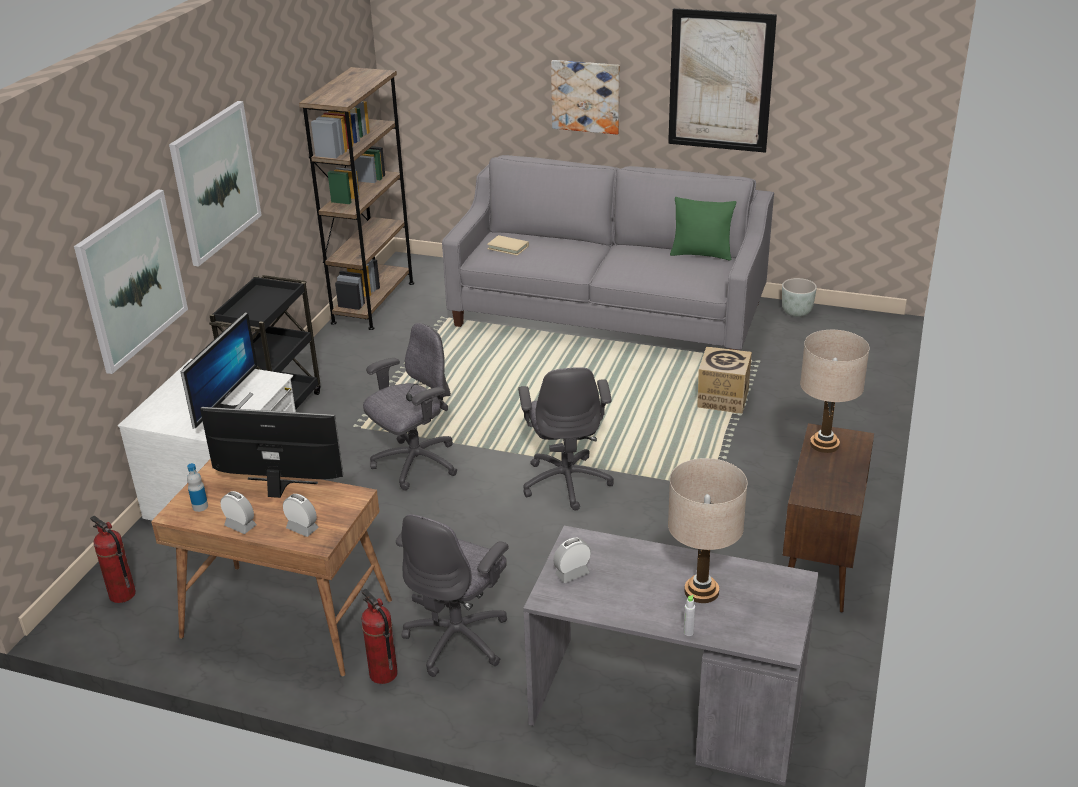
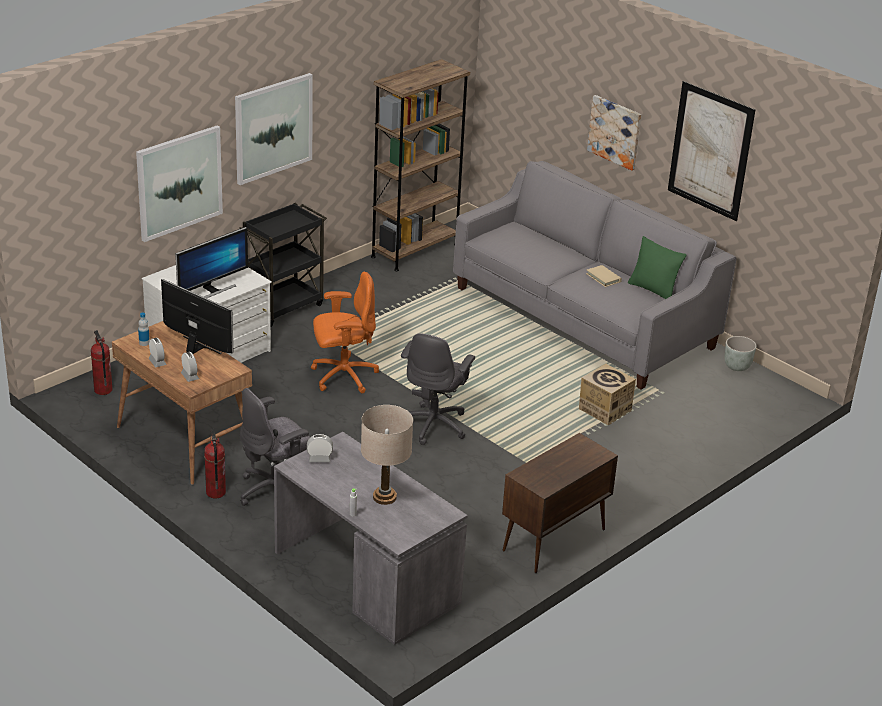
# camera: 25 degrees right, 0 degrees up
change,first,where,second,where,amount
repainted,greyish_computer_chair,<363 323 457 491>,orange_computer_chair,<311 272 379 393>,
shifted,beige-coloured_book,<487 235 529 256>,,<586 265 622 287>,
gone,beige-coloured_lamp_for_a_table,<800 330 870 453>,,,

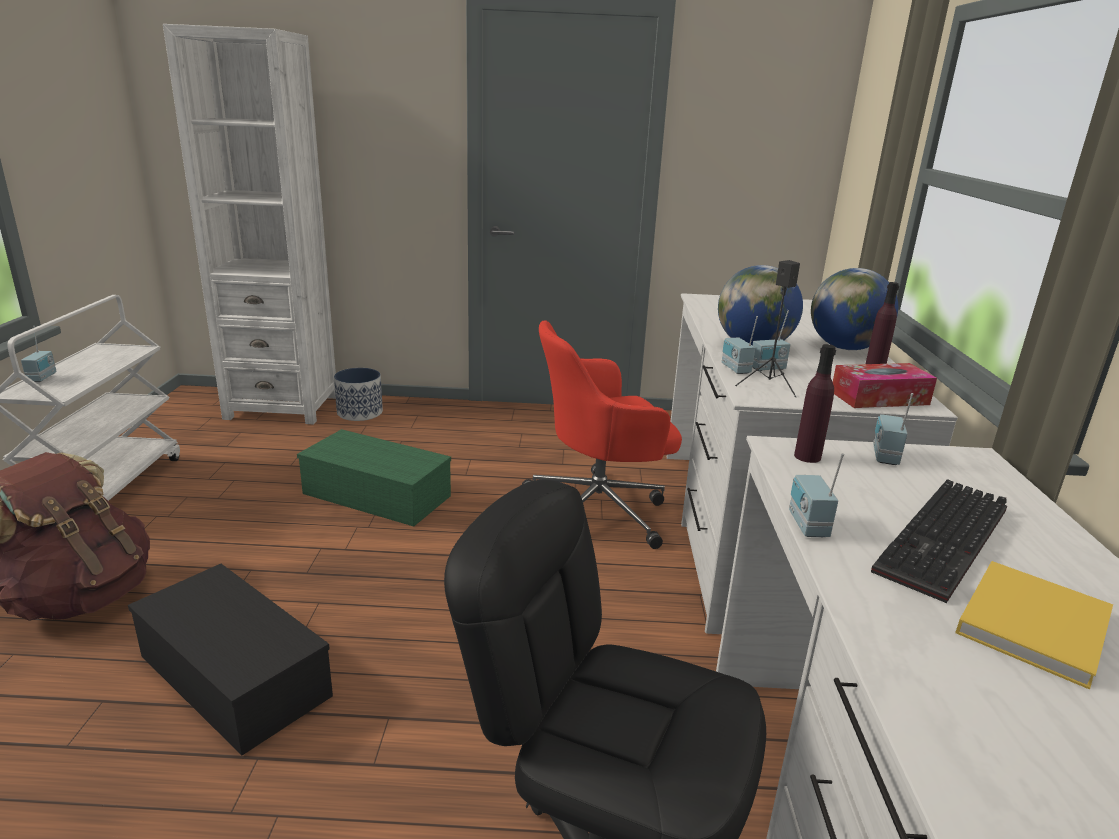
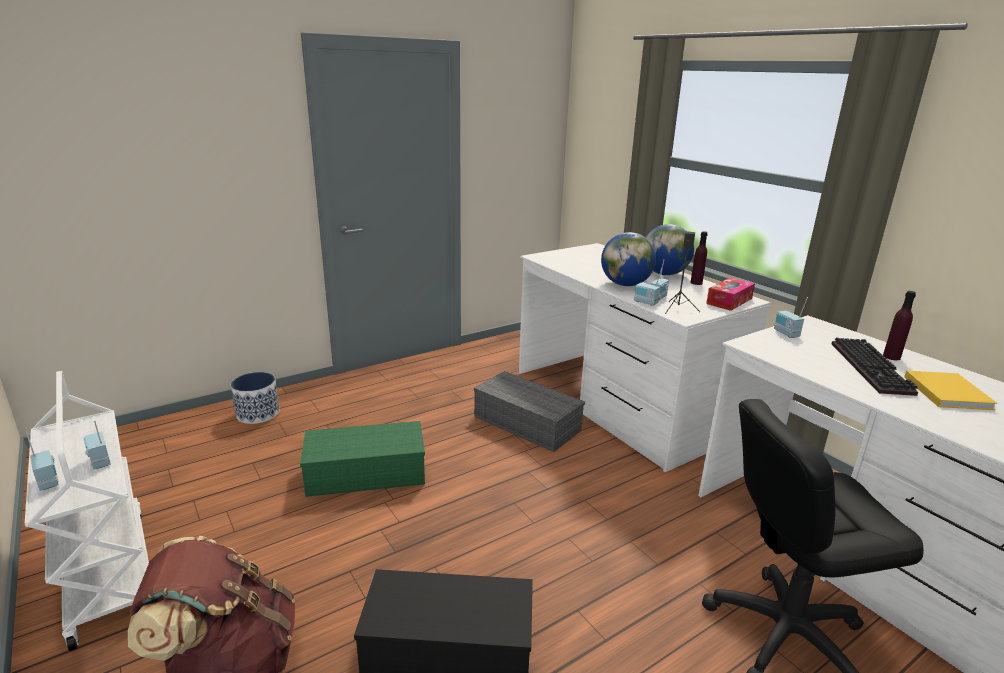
# camera: 35 degrees left, 0 degrees up
change,first,where,second,where,amount
shifted,radio,<789 453 844 537>,,<84 420 110 469>,
swapped,red_computer_chair,<522 320 682 549>,greyish_storage_box,<474 371 585 452>,
shifted,purple-coloured_drink_bottle,<794 344 836 463>,,<883 291 916 360>,
gone,white-coloured_bookshelf,<163 24 336 424>,,,

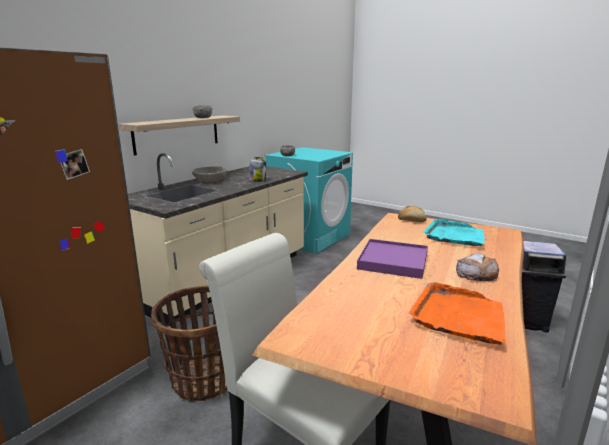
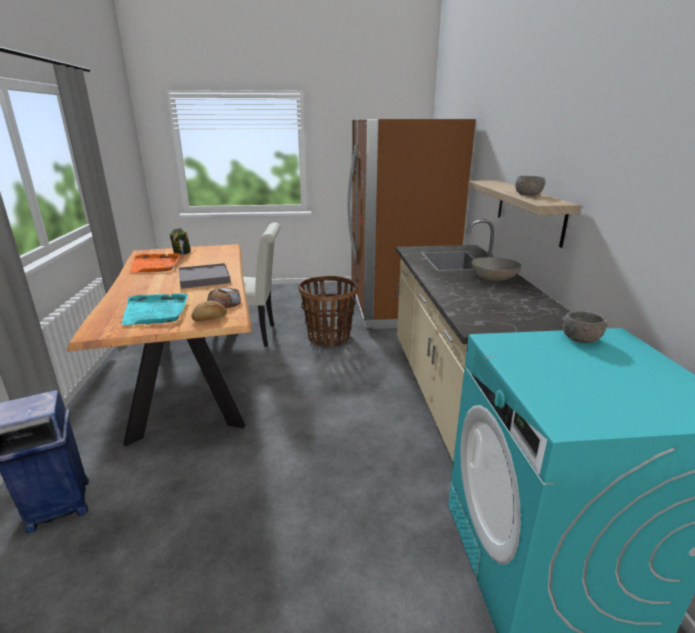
# camera: 140 degrees right, 5 degrees up
change,first,where,second,where,amount
shifted,storage_jar,<249 157 266 182>,,<170 228 191 255>,
repainted,purple-coloured_tray,<357 239 428 279>,greyish_tray,<179 263 231 289>,
shifted,bread,<456 253 499 281>,,<207 288 241 308>,

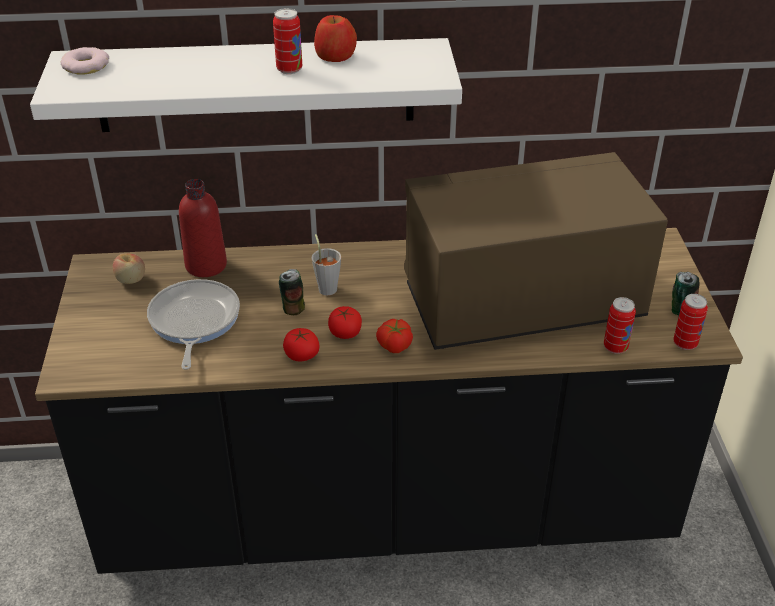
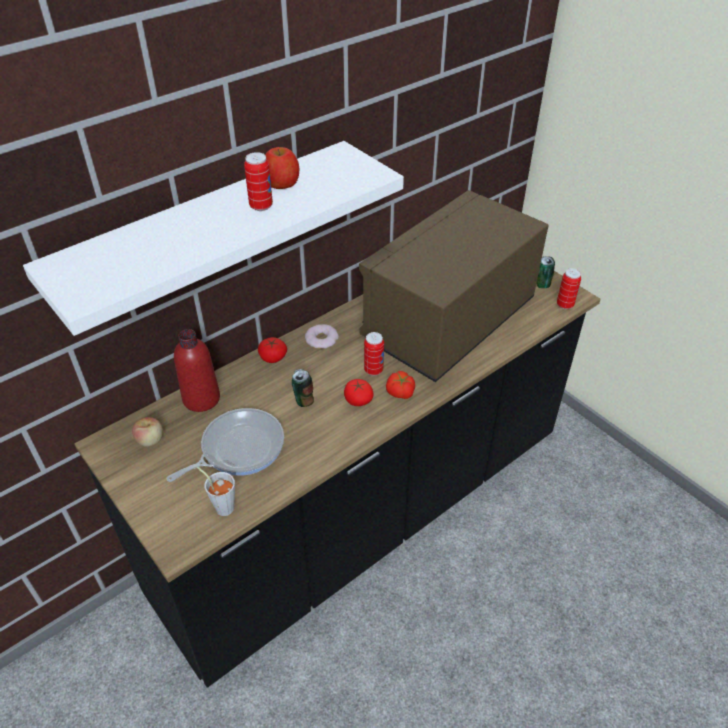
# camera: 35 degrees left, 5 degrees up
change,first,where,second,where,amount
rotated,frying_pan,<147 279 240 370>,,<166 408 284 482>,90 degrees clockwise
shifted,greyish_drinking_cup,<312 234 341 296>,,<197 467 235 516>,
shifted,whole_tomato,<283 328 319 361>,,<258 337 287 363>,
shifted,ring_doughnut,<61 47 109 74>,,<305 324 339 349>,
shifted,metal_can,<604 297 636 354>,,<364 332 384 376>,

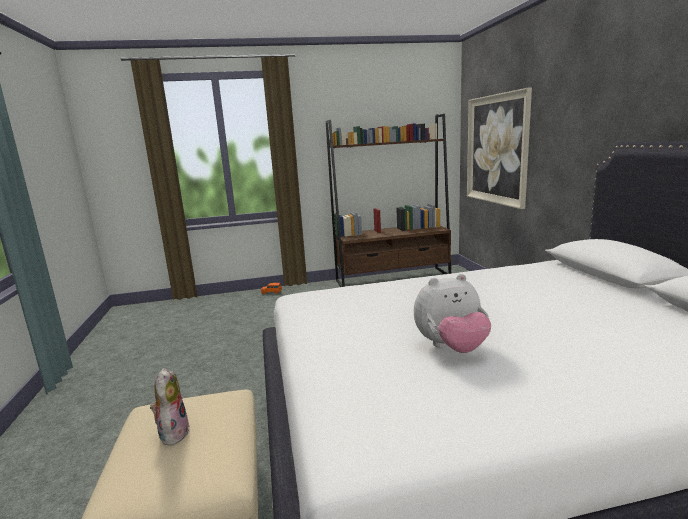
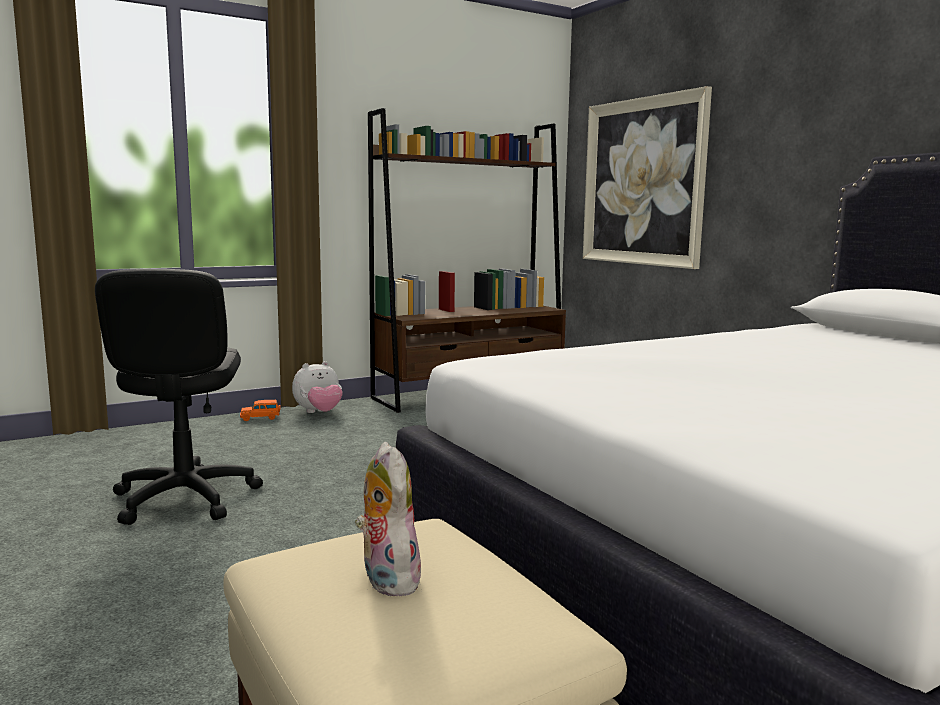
# camera: 20 degrees left, 5 degrees down
change,first,where,second,where,amount
new,,,black-coloured_computer_chair,<95 269 263 525>,
shifted,soft_toy,<414 274 491 353>,,<292 361 343 413>,

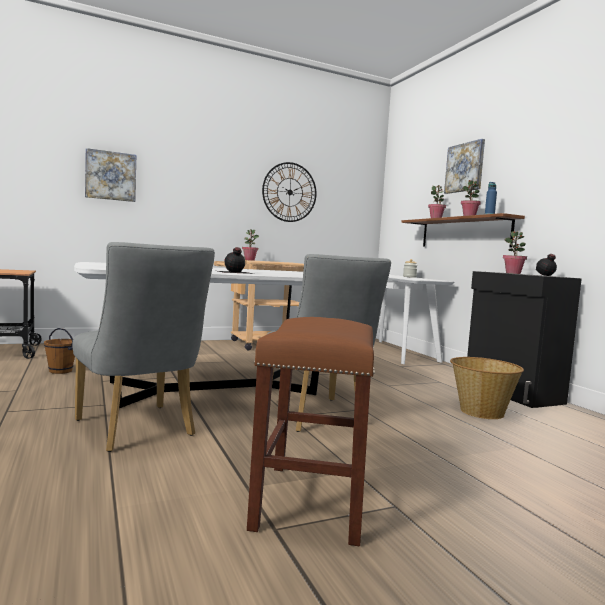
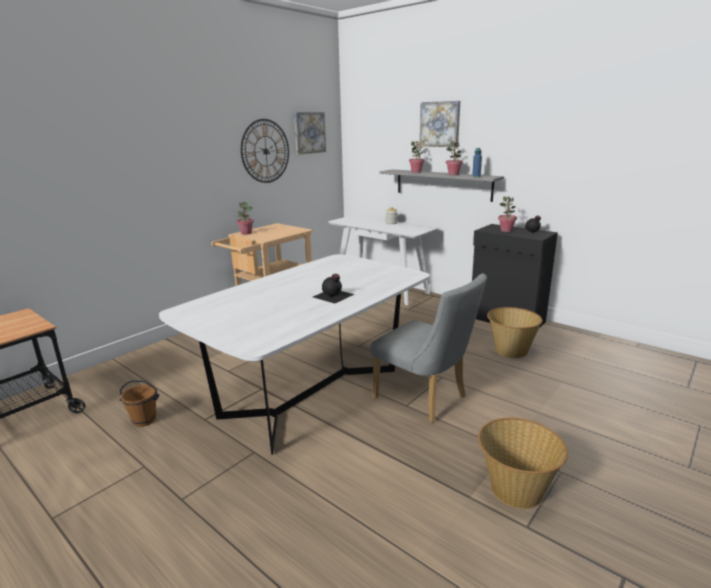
# camera: 25 degrees left, 15 degrees up
change,first,where,second,where,amount
shifted,wall_art,<85 148 136 202>,,<294 112 326 155>,
repainted,brownish_shelf,<401 213 525 248>,greyish_shelf,<380 169 504 202>,
swapped,brownish_stool_seat,<247 317 375 546>,household_basket,<478 418 568 509>,
gone,greyish_chair,<72 242 215 452>,,,

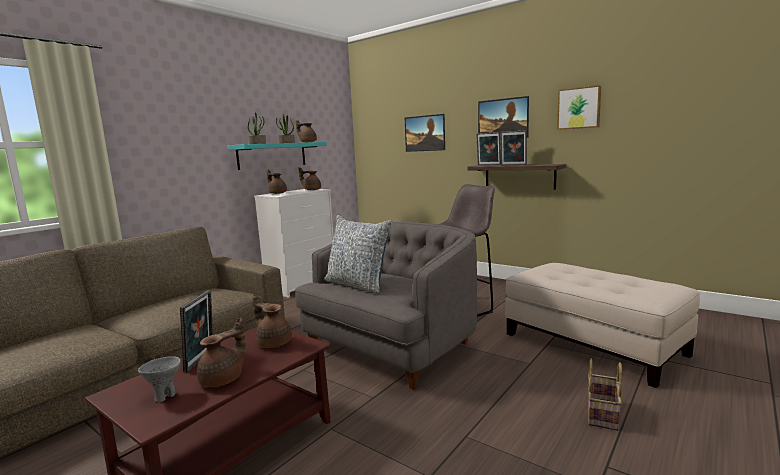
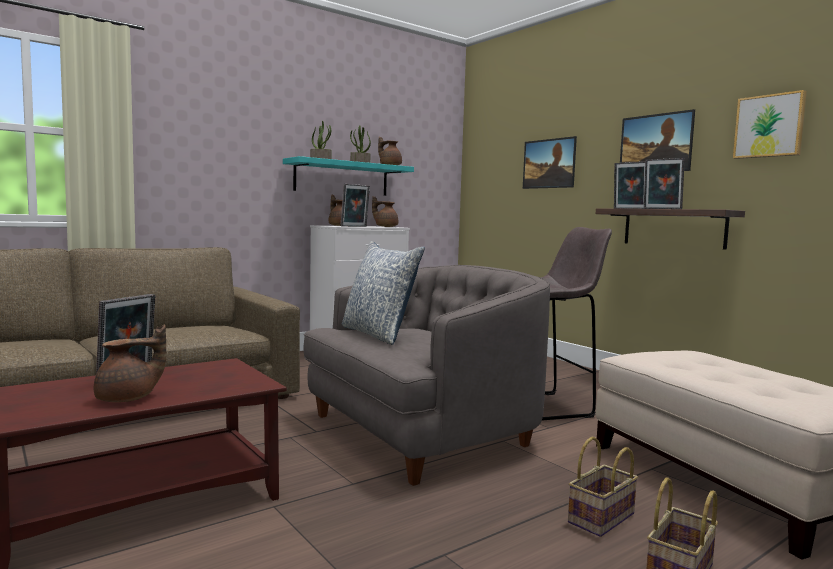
# camera: 15 degrees right, 5 degrees down
change,first,where,second,where,amount
new,,,picture_frame,<341 184 370 227>,
new,,,household_basket,<568 437 638 537>,
gone,greyish_bowl,<138 356 181 402>,,,
gone,brownish_teapot,<252 294 292 348>,,,

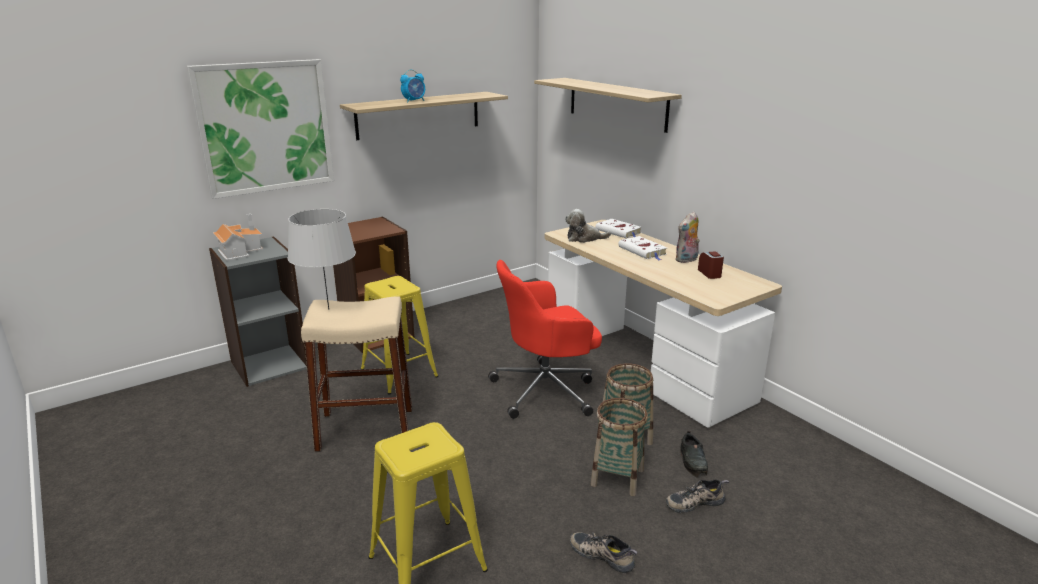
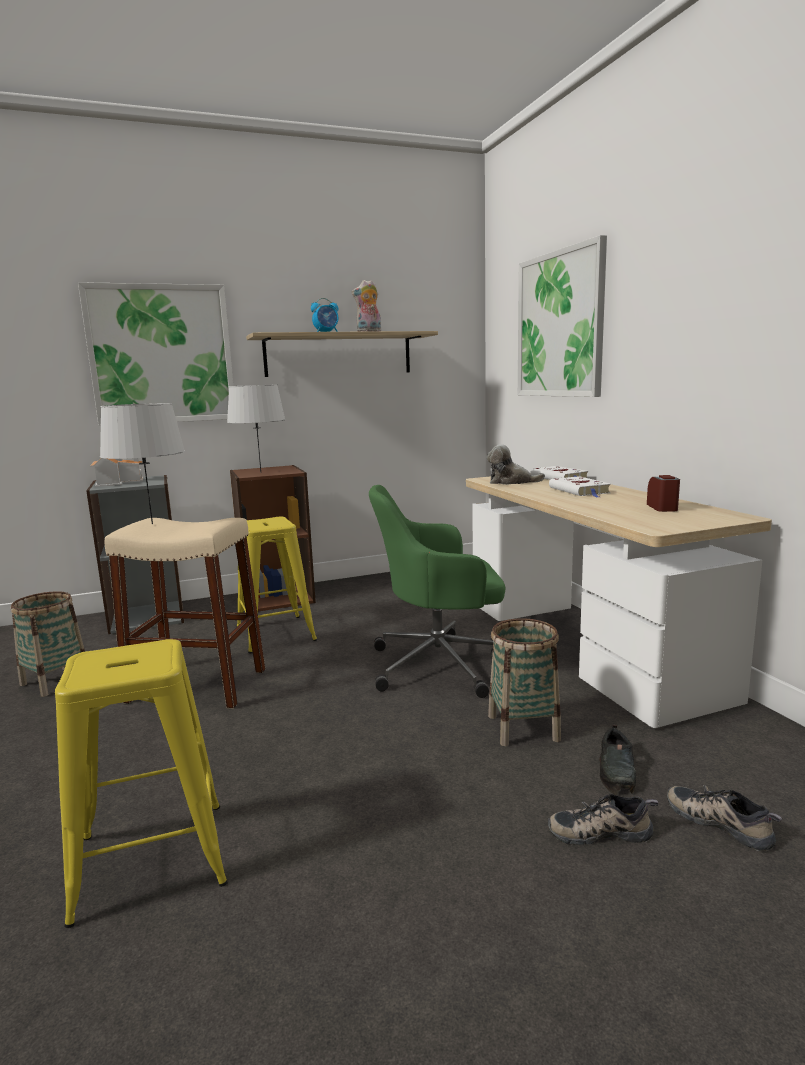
# camera: 15 degrees right, 10 degrees down
change,first,where,second,where,amount
shifted,household_basket,<591 398 648 496>,,<11 591 85 697>,
new,,,greyish_lamp_for_a_table,<227 384 286 472>,
shifted,soft_toy,<676 212 700 263>,,<351 280 381 332>,
repainted,red_computer_chair,<488 260 602 419>,green-coloured_computer_chair,<369 485 505 698>,
swapped,shelf,<534 78 682 133>,wall_art,<518 235 607 397>,
shifted,item_of_footwear,<570 532 638 573>,,<667 785 782 851>,

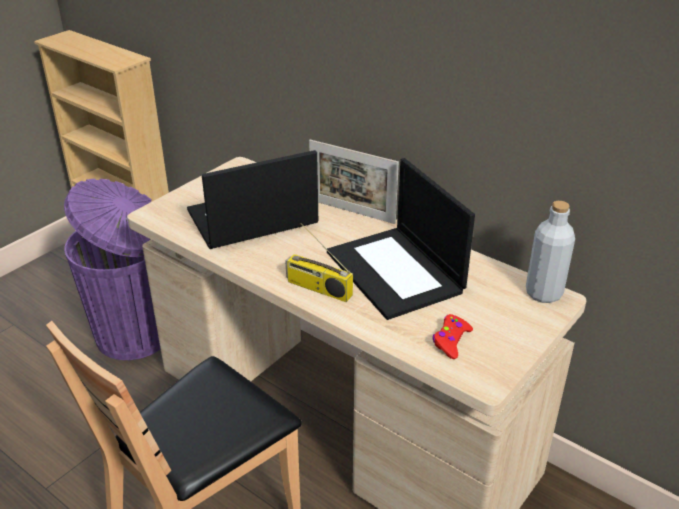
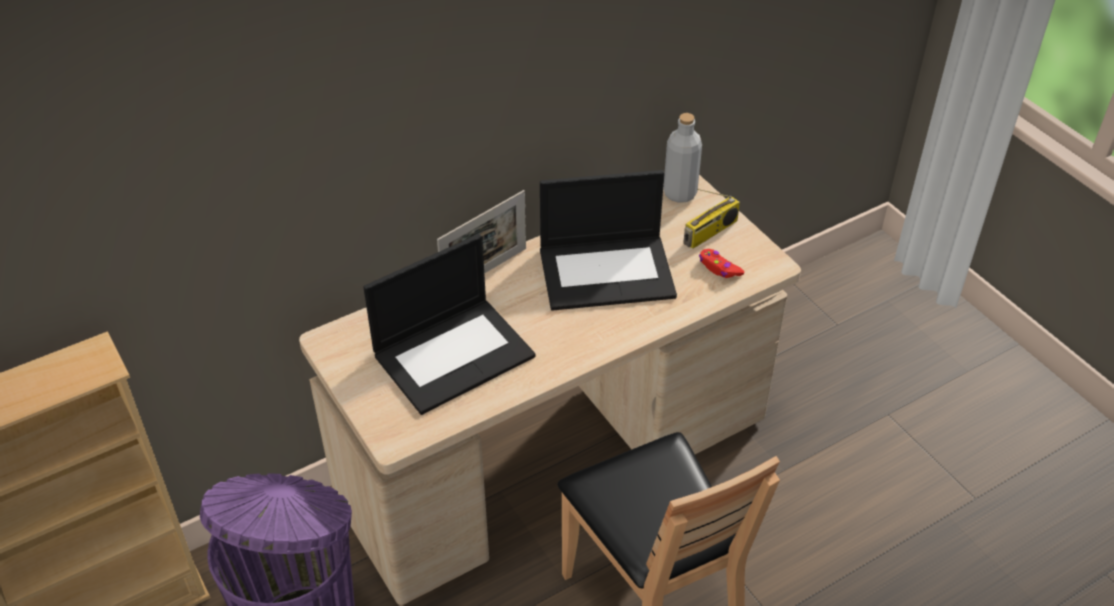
# camera: 70 degrees left, 10 degrees up
change,first,where,second,where,amount
rotated,notebook_computer,<187 150 318 249>,,<363 234 535 415>,120 degrees counterclockwise
shifted,radio,<285 223 353 302>,,<683 189 740 249>,

